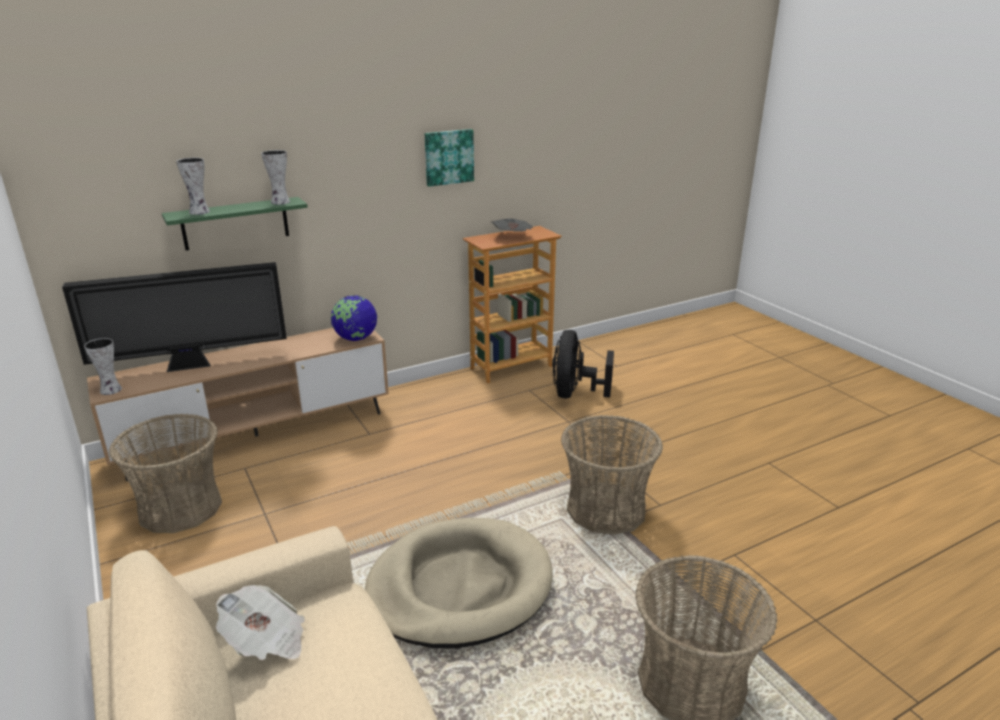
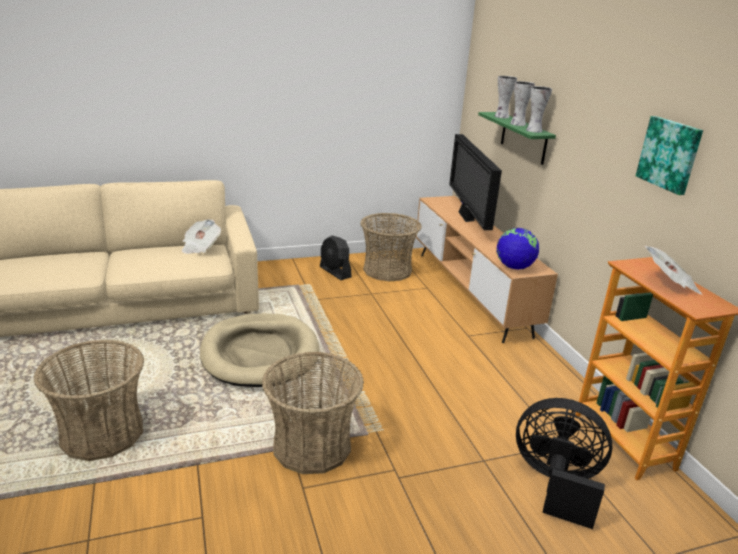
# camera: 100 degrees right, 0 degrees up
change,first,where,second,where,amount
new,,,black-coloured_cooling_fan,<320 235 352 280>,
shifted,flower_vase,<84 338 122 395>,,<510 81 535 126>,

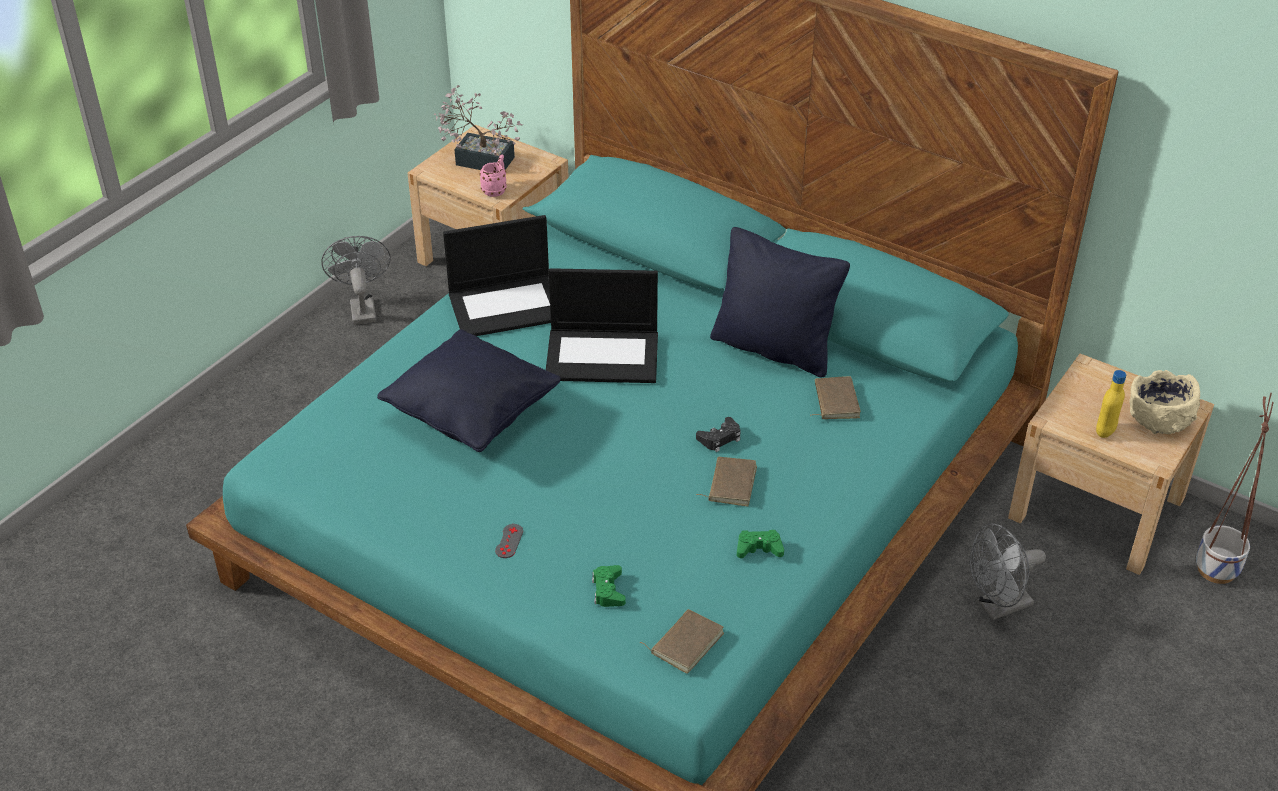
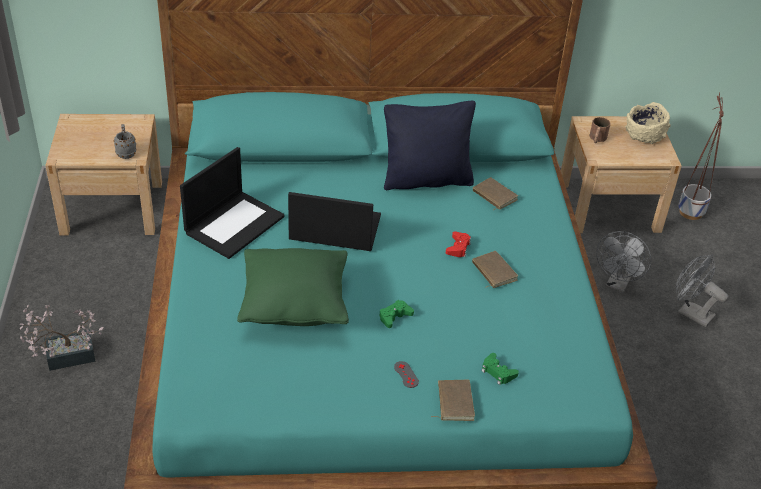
# camera: 40 degrees left, 0 degrees up
change,first,where,second,where,amount
shifted,potted_plant,<434 85 523 170>,,<19 304 104 371>,
repainted,pink-coloured_tea_mug,<480 154 507 197>,greyish_tea_mug,<113 124 136 159>,
repainted,black-coloured_cushion,<377 329 561 452>,green-coloured_cushion,<237 248 349 326>,
rotated,notebook_computer,<546 268 658 383>,,<288 192 381 251>,135 degrees counterclockwise
shifted,green-coloured_joypad,<737 530 784 558>,,<379 300 414 328>,
shifted,brownish_book,<640 609 724 674>,,<431 380 475 421>,
repainted,black-coloured_joypad,<696 417 741 452>,red_joypad,<446 231 471 257>,
new,,,brownish_tea_mug,<590 117 611 143>,
shifted,greyish_cooling_fan,<321 236 390 325>,,<675 255 729 327>,
gone,yellowish_drink_bottle,<1096 370 1126 438>,,,

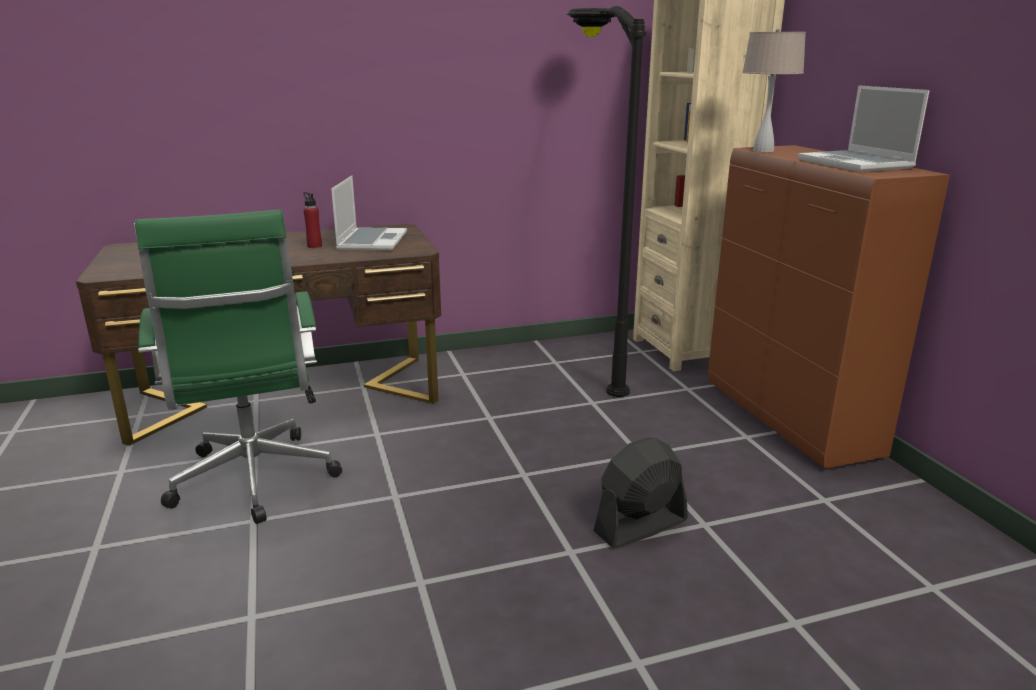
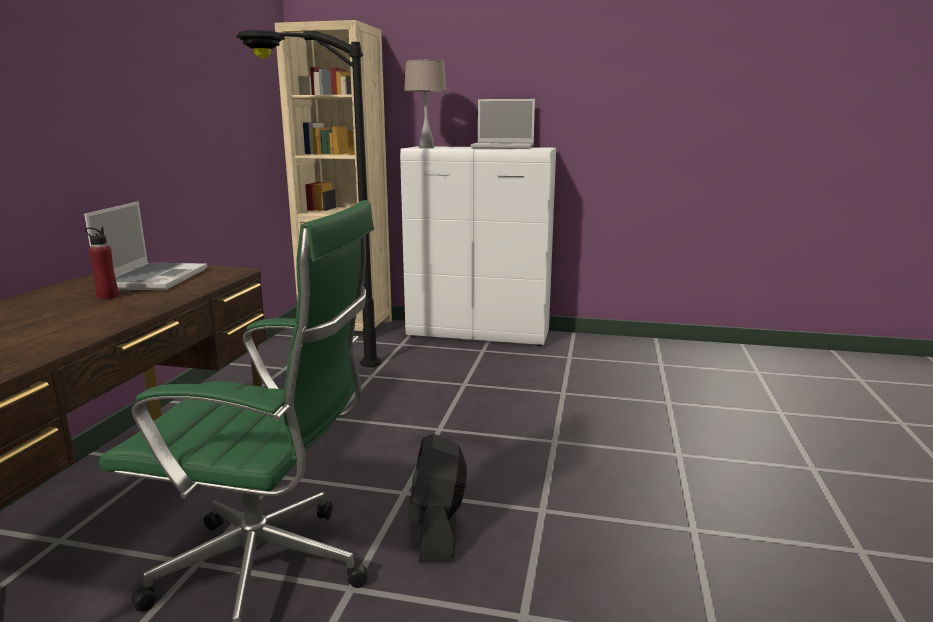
# camera: 60 degrees left, 5 degrees down
change,first,where,second,where,amount
rotated,notebook_computer,<331 176 407 250>,,<84 201 207 290>,60 degrees clockwise
repainted,brownish_cabinet,<708 145 950 469>,white-coloured_cabinet,<400 146 556 346>,
shifted,black-coloured_cooling_fan,<593 437 688 549>,,<408 433 467 562>,

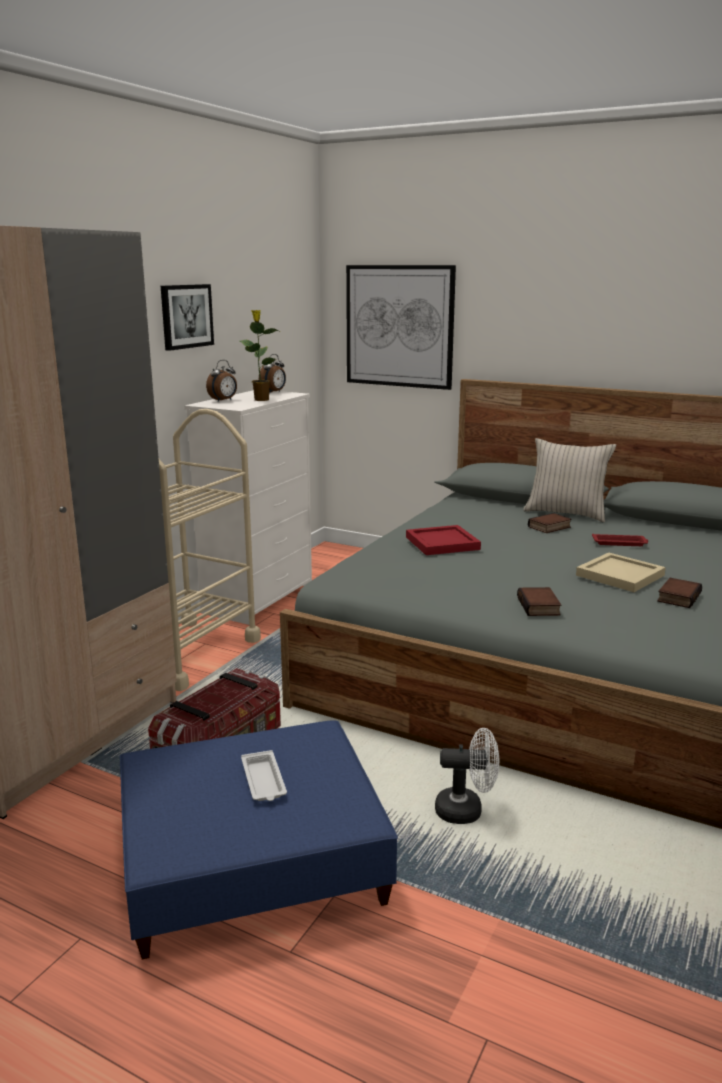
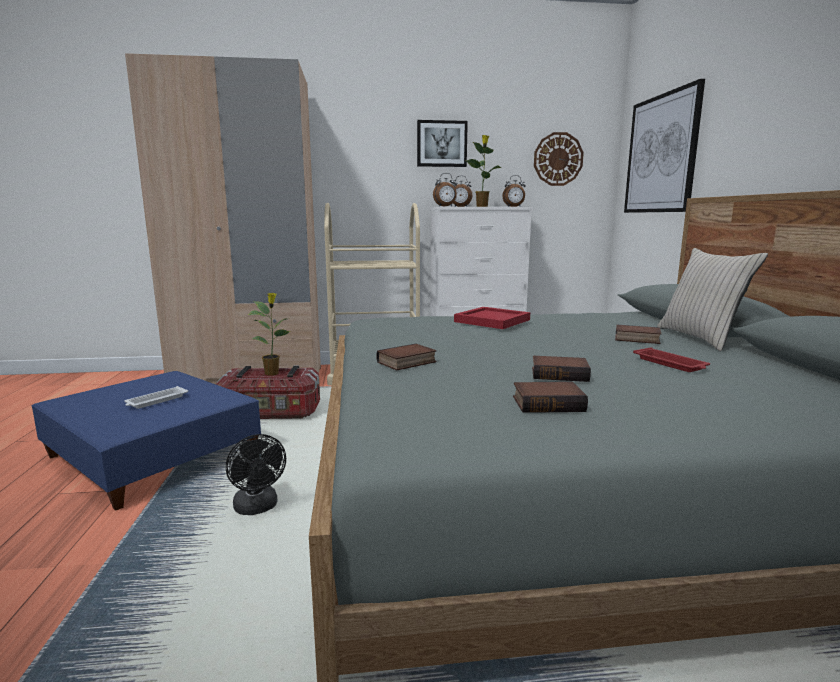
# camera: 55 degrees right, 5 degrees down
change,first,where,second,where,amount
repainted,white-coloured_cooling_fan,<435 728 499 824>,black-coloured_cooling_fan,<226 434 286 515>,
new,,,potted_plant,<248 293 290 376>,
new,,,table_clock,<433 173 457 206>,
swapped,beige-coloured_tray,<576 552 666 592>,book,<532 356 591 382>,
new,,,wall_clock,<534 132 584 186>,

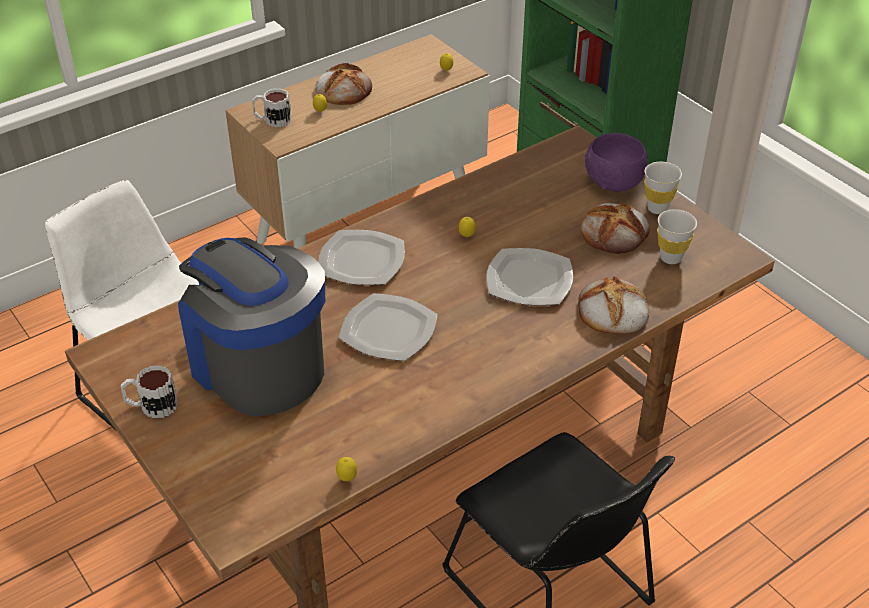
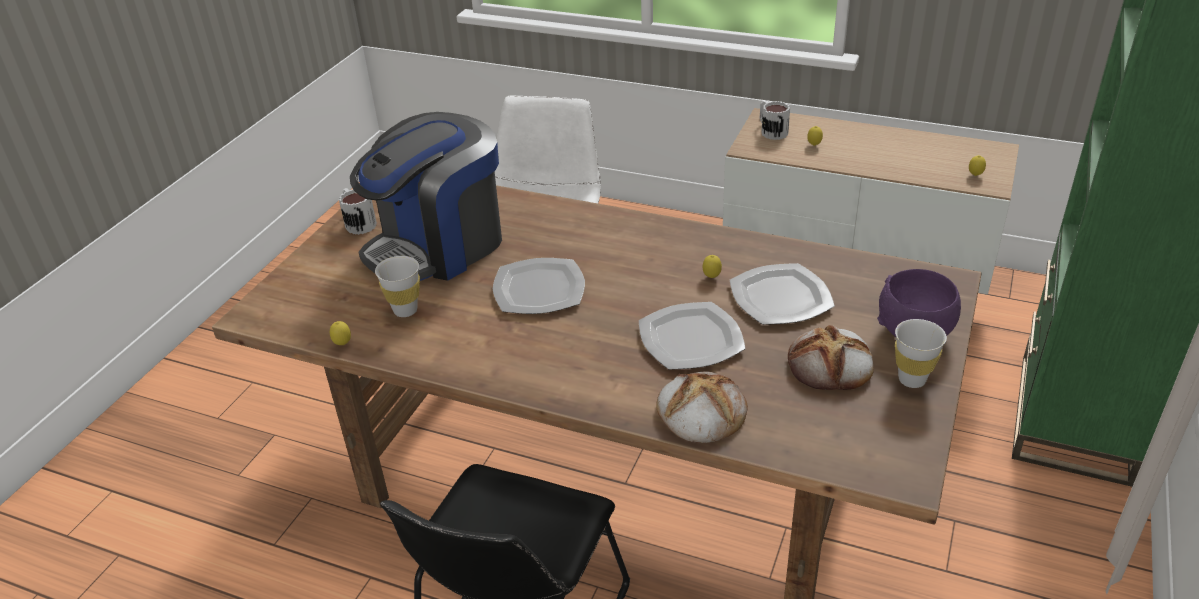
# camera: 60 degrees right, 5 degrees down
change,first,where,second,where,amount
rotated,coffee_machine,<178 237 325 416>,,<350 112 502 281>,150 degrees counterclockwise
shifted,white-coloured_drinking_cup,<657 209 697 264>,,<375 256 420 317>,
shifted,plate,<318 230 405 285>,,<730 263 835 325>,
gone,bread,<315 63 372 105>,,,

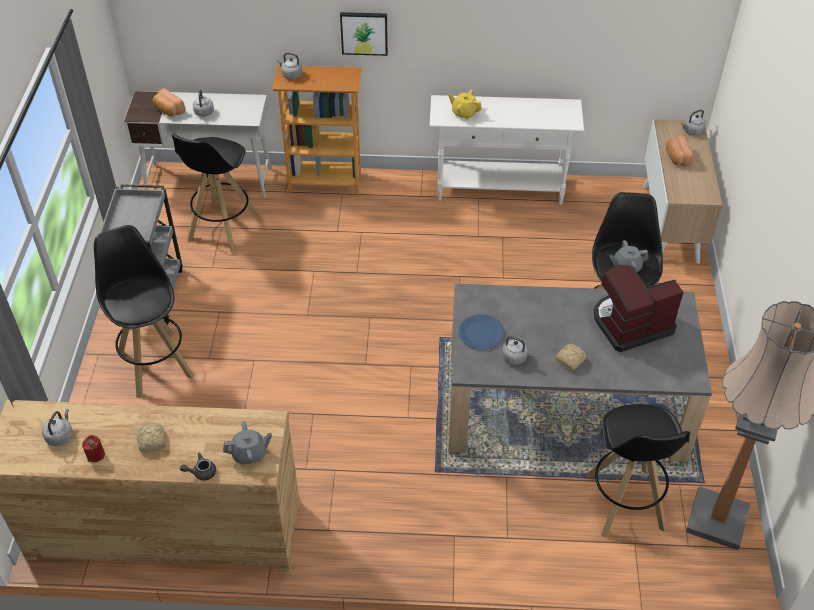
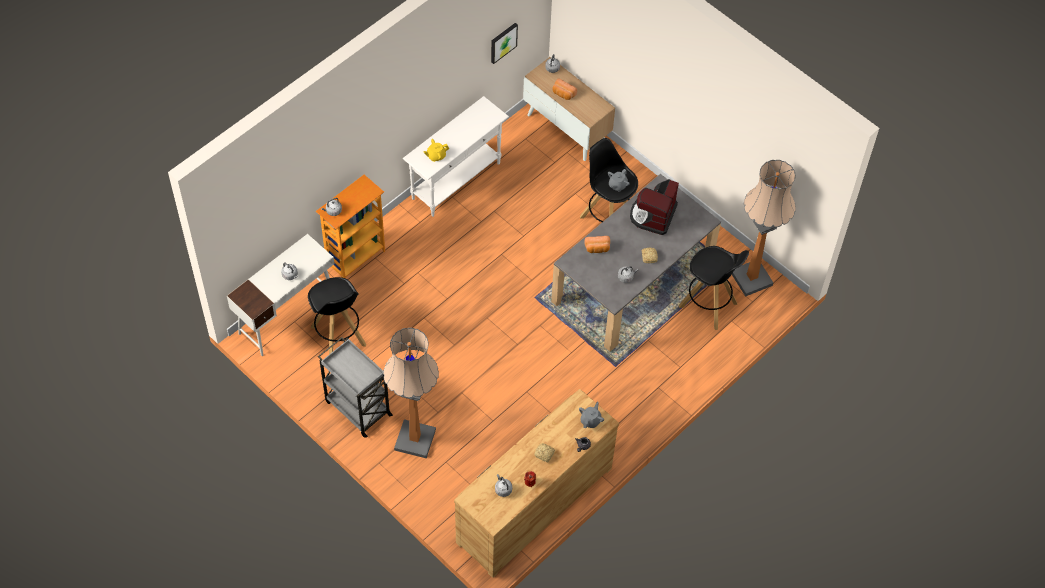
# camera: 50 degrees left, 10 degrees up
change,first,where,second,where,amount
swapped,black-coloured_stool_seat,<94 225 194 398>,floor_lamp,<383 328 439 459>,
shifted,wall_art,<340 12 388 56>,,<491 23 518 64>,
shifted,bread,<153 89 185 116>,,<585 236 610 253>,
gone,blue_plate,<458 314 505 350>,,,

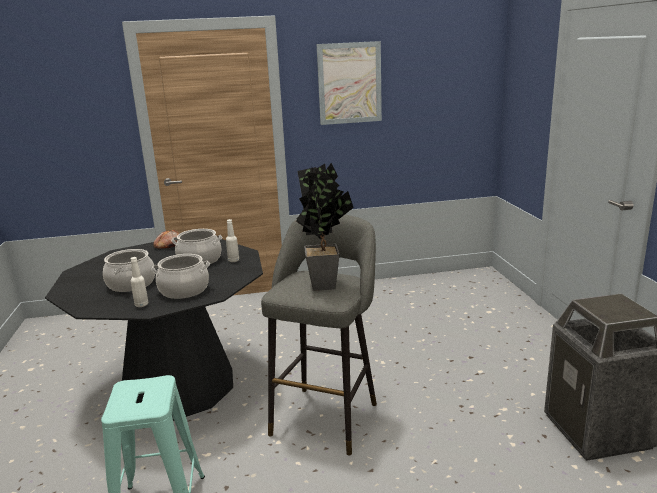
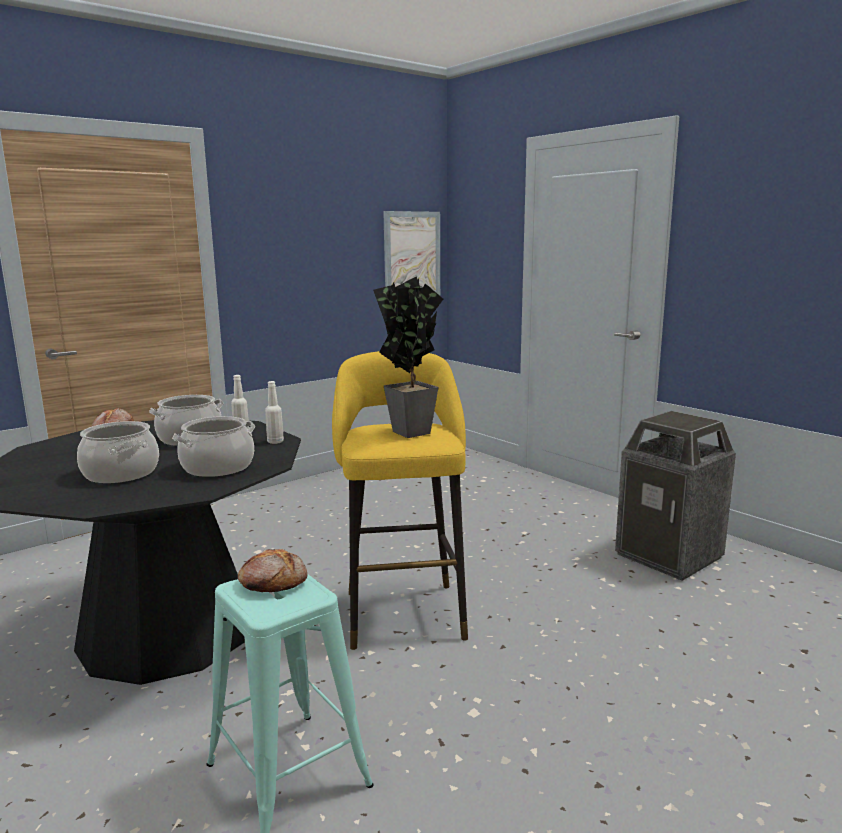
# camera: 30 degrees left, 5 degrees down
change,first,where,second,where,amount
new,,,bread,<238 549 307 592>,
shifted,white-coloured_drink_bottle,<130 257 149 307>,,<265 381 284 444>,
repainted,greyish_stool_seat,<261 215 377 455>,yellowish_stool_seat,<332 351 468 650>,
shifted,wall_art,<317 41 382 125>,,<383 211 440 295>,

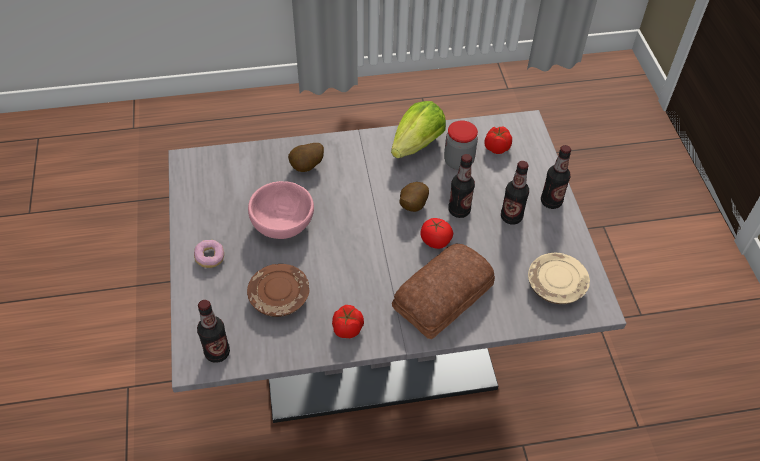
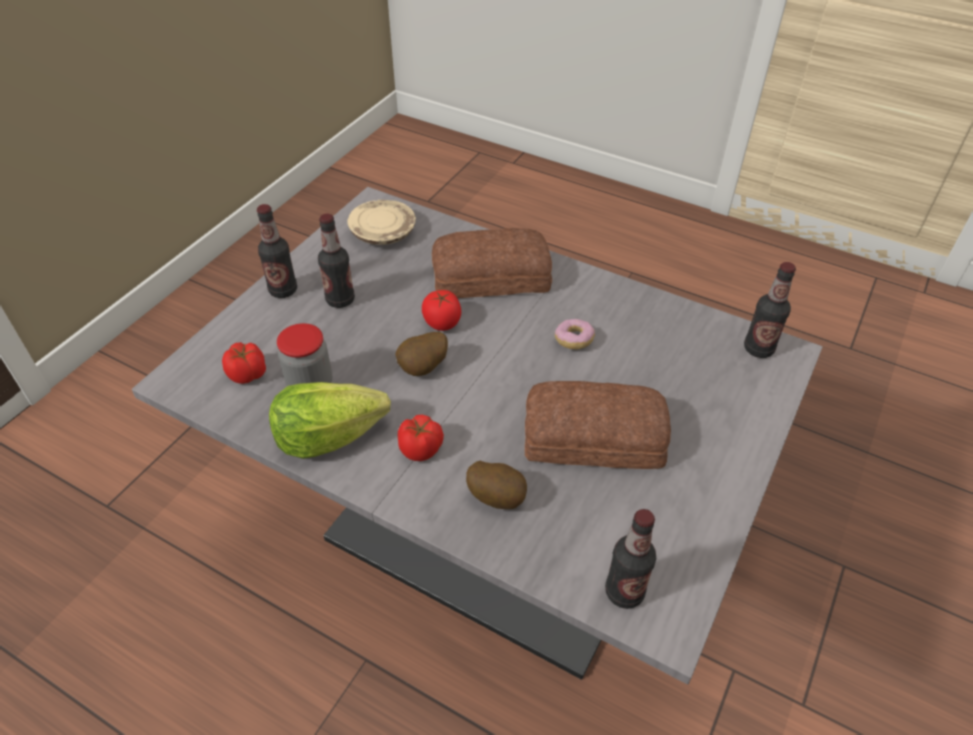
# camera: 140 degrees left, 5 degrees down
change,first,where,second,where,amount
shifted,whole_tomato,<332 305 364 338>,,<398 415 444 461>,
swapped,pink-coloured_bowl,<248 181 314 239>,bread,<525 381 671 469>,
shifted,ring_doughnut,<194 240 224 268>,,<555 319 595 350>,
shifted,drink_bottle,<448 154 475 218>,,<605 509 656 609>,
gone,brownish_plate,<247 264 309 317>,,,

